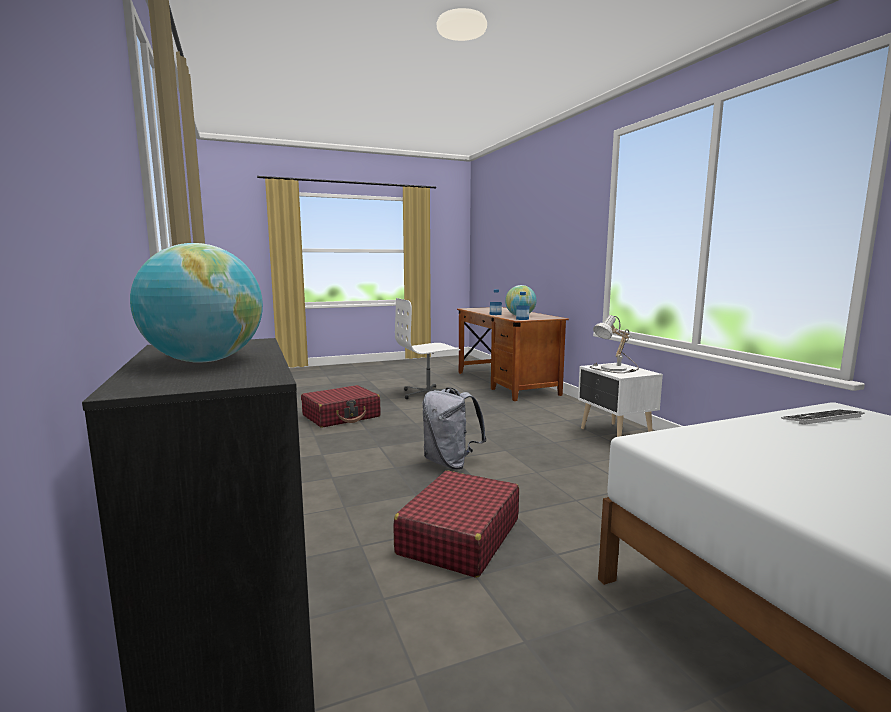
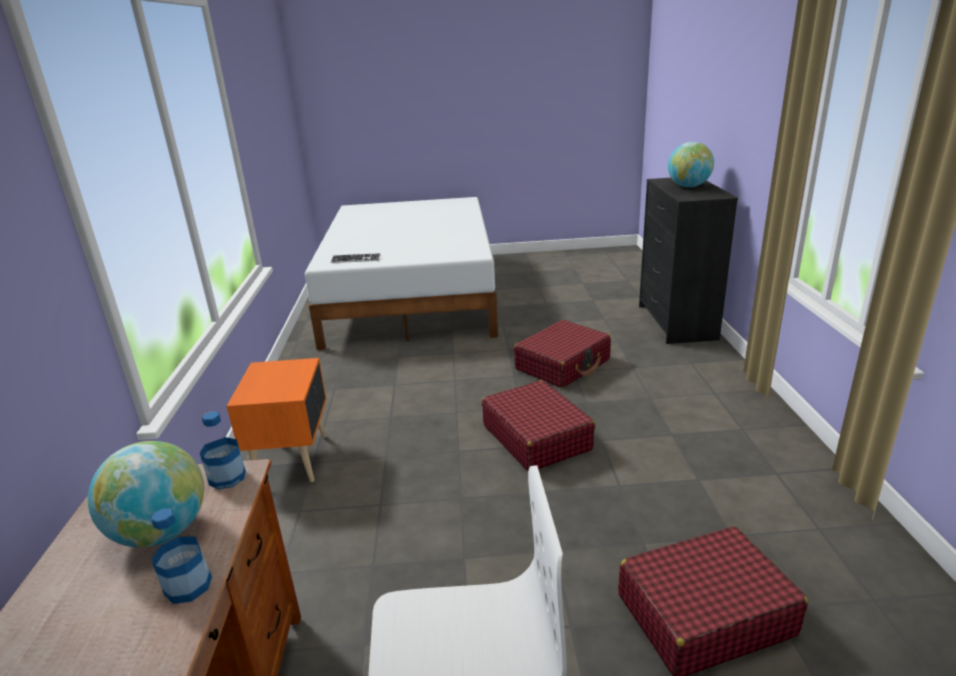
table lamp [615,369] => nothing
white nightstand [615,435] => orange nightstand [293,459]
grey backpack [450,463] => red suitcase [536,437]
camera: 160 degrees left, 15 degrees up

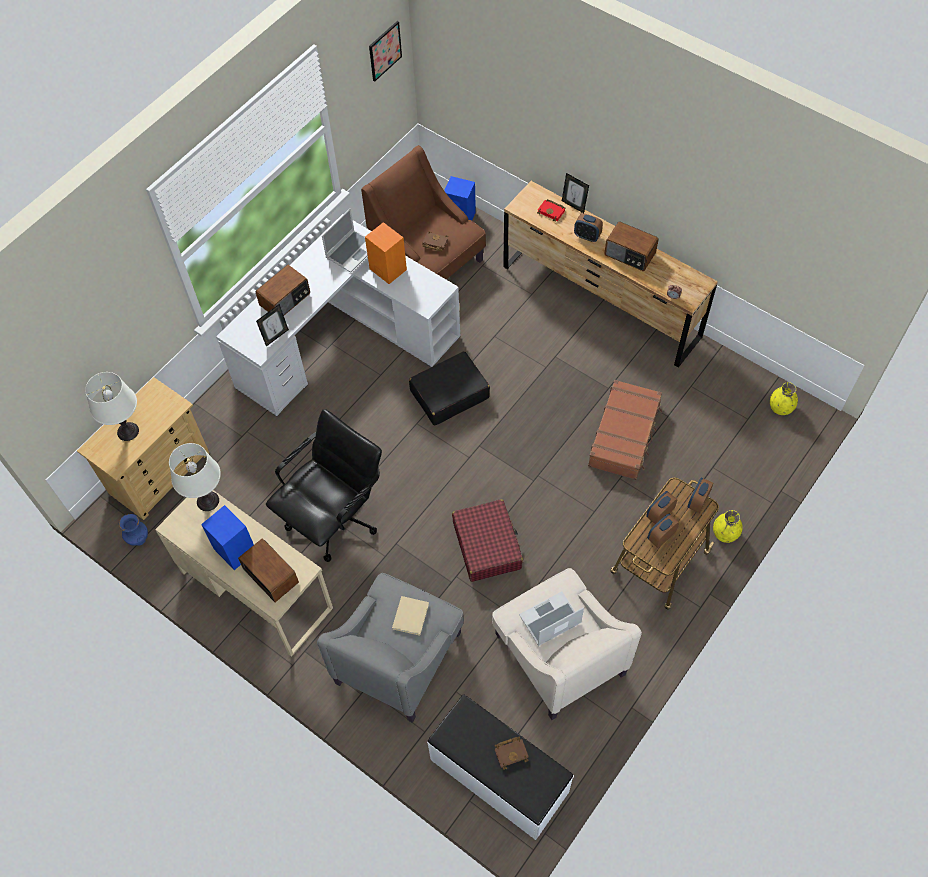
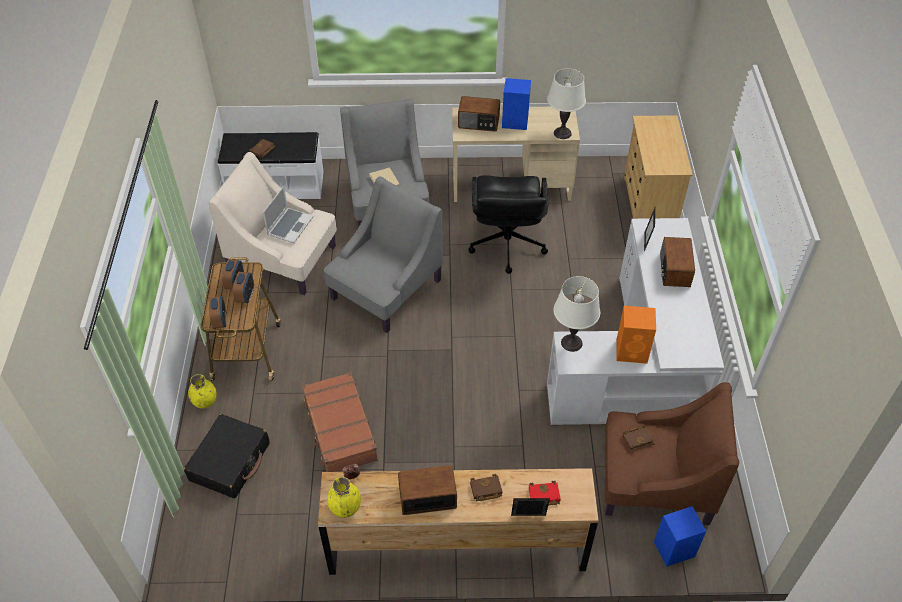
picture [385,51] => nothing
laptop [351,251] => nothing
alarm clock [587,236] => brown book [485,490]
black suitcase [449,394] => black suitcase [230,462], moved
white table lamp [128,431] => white table lamp [571,343], moved
yellow vase [780,408] => yellow vase [345,508], moved
red suitcase [487,545] => grey armchair [385,289]
blue vase [138,539] => nothing
camera: 140 degrees right, 10 degrees down

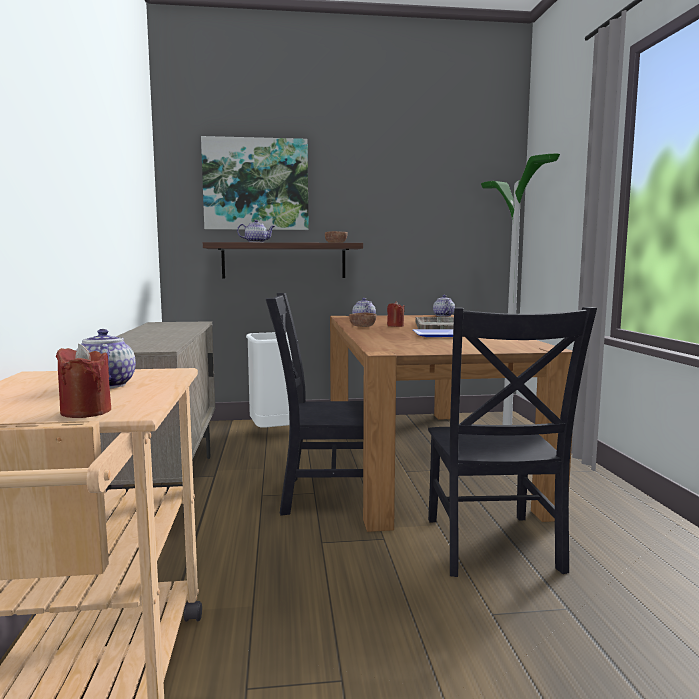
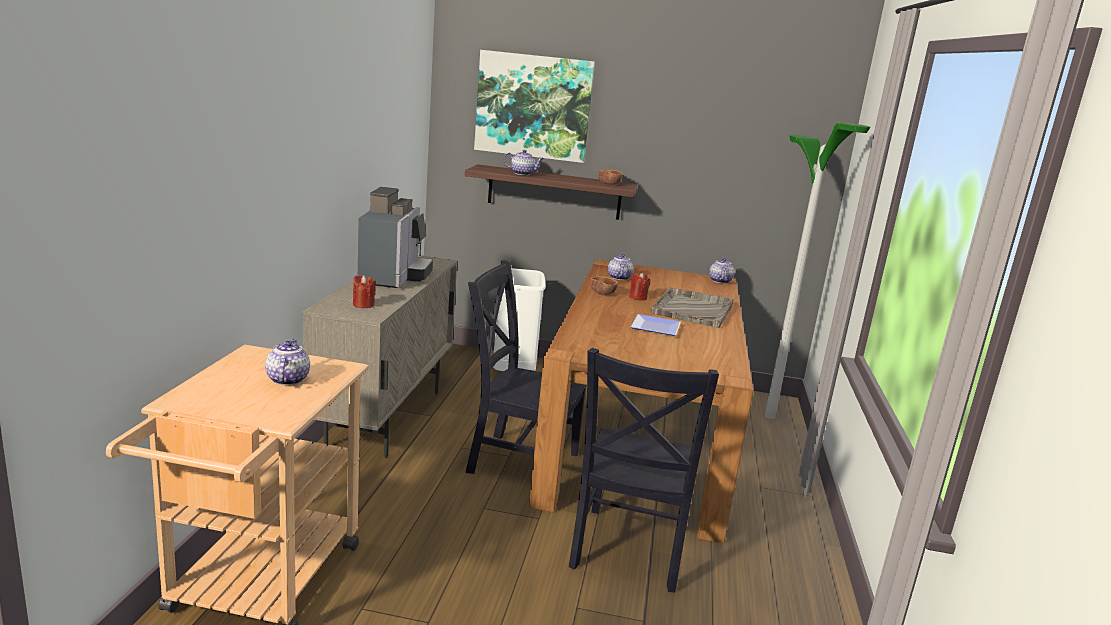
red candle [86,412] => red candle [363,305], moved
nothing => coffee machine [394,277]
camera: 15 degrees right, 10 degrees up

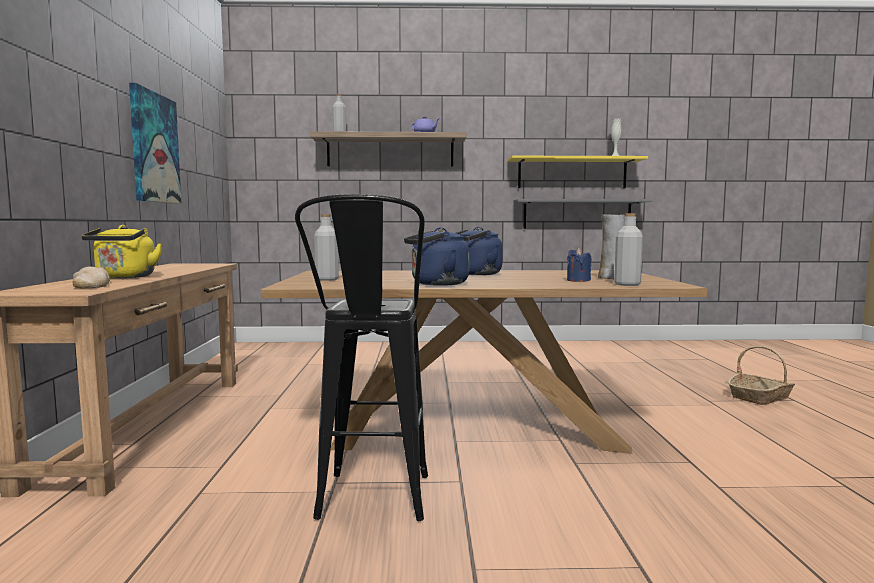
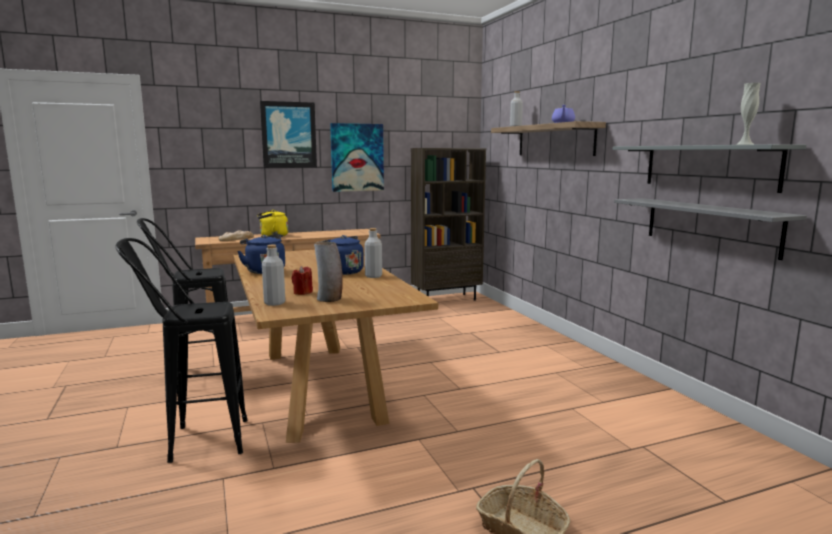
yellow shelf [572,173] => grey shelf [708,166]
grey bottle [327,279] => grey bottle [373,276], moved
blue candle [578,280] => red candle [303,292]
nothing => picture [288,135]
nothing => brown bookcase [446,299]
nothing => black stool [194,442]
camera: 70 degrees right, 5 degrees up

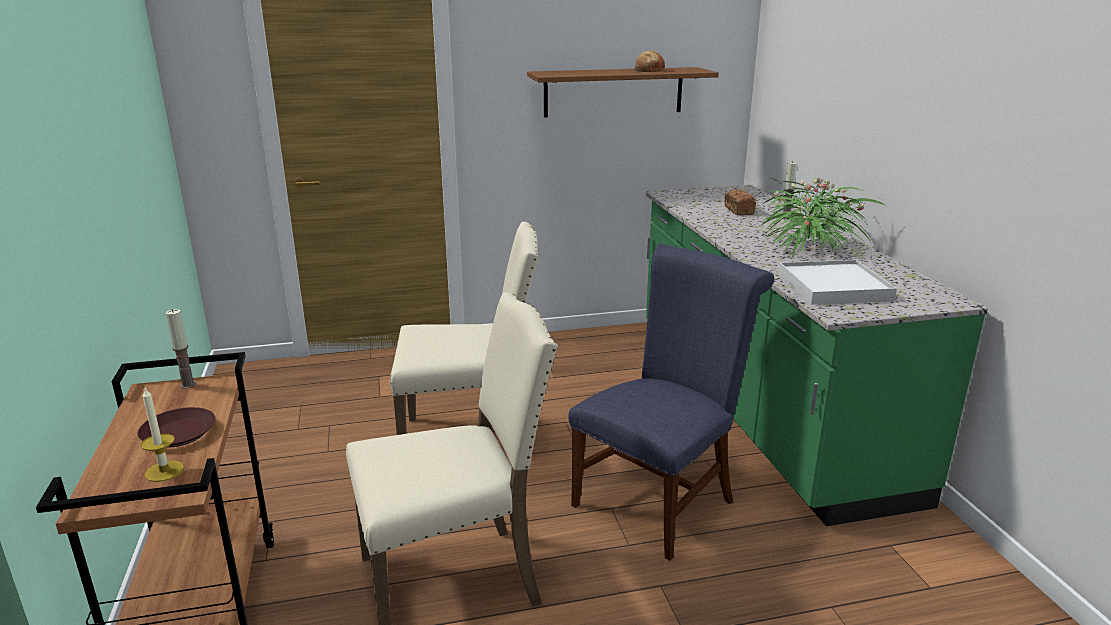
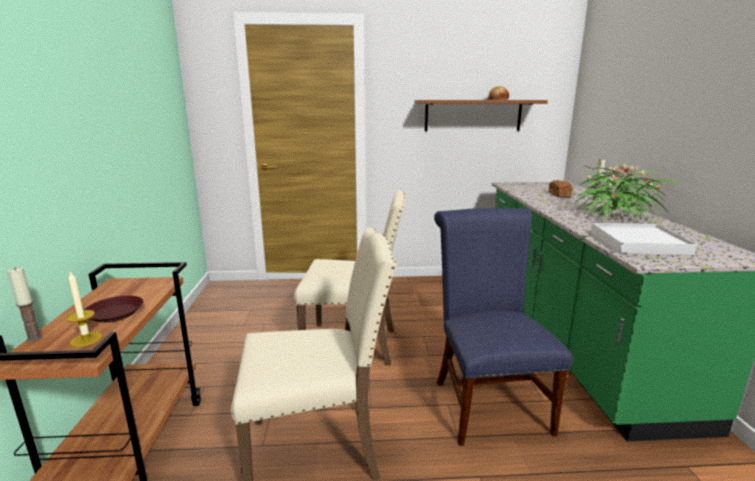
blue chair [660,499] => blue chair [487,402], 60 degrees counterclockwise
candle [188,385] => candle [34,338], moved
camera: 10 degrees right, 5 degrees down

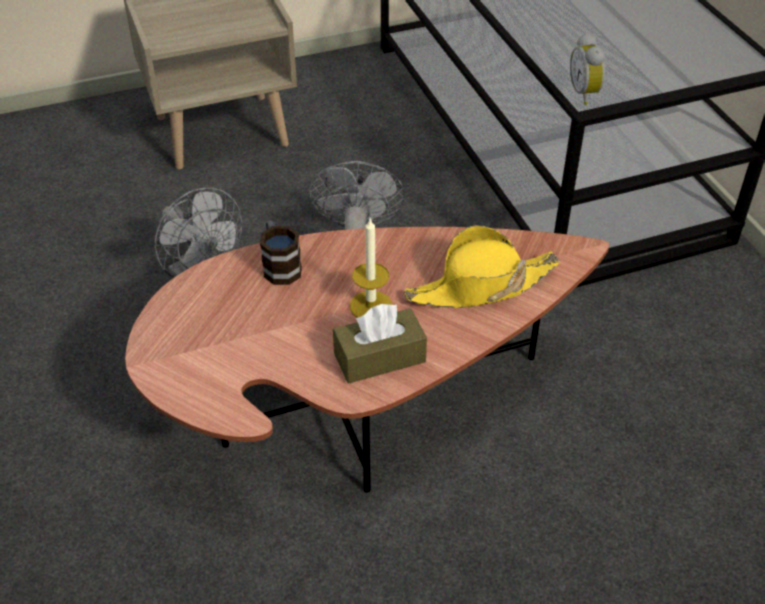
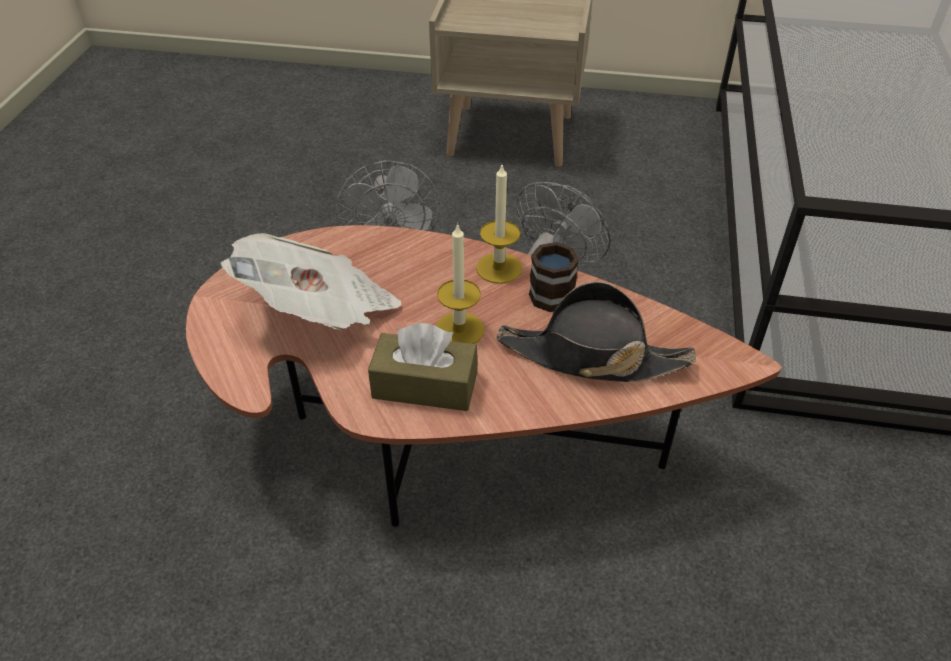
alarm clock [586,94] => nothing
mug [279,266] => mug [552,289], moved
yellow hat [481,286] => black hat [592,356]
nothing => candle [499,268]
nothing => newspaper [321,312]
camera: 30 degrees right, 0 degrees up

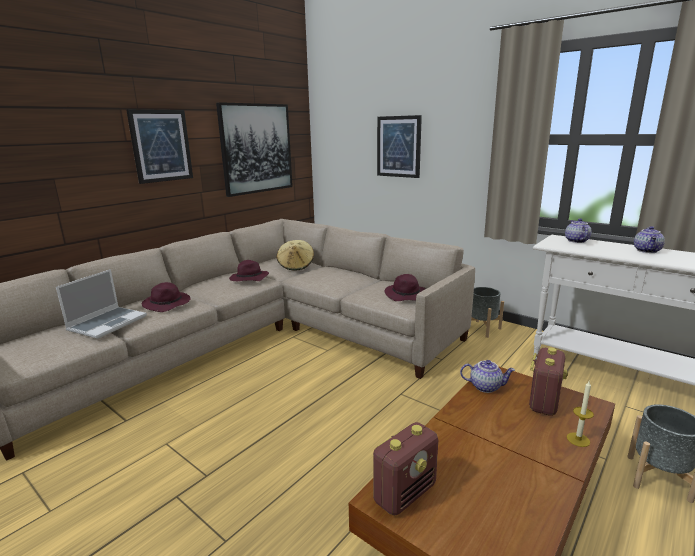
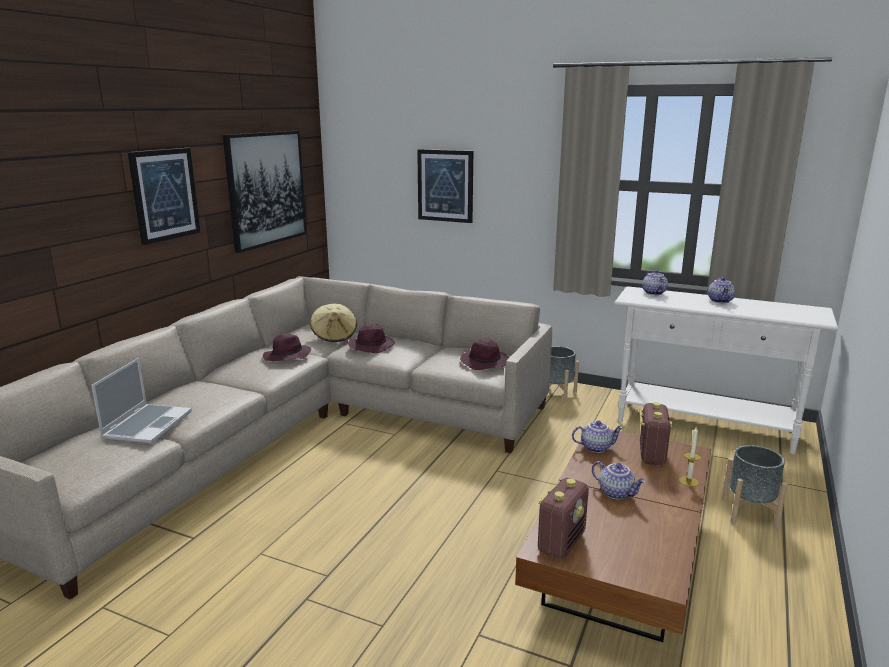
purple hat [167,304] => purple hat [372,346], moved
nothing => teapot [616,493]
camera: 15 degrees left, 0 degrees up

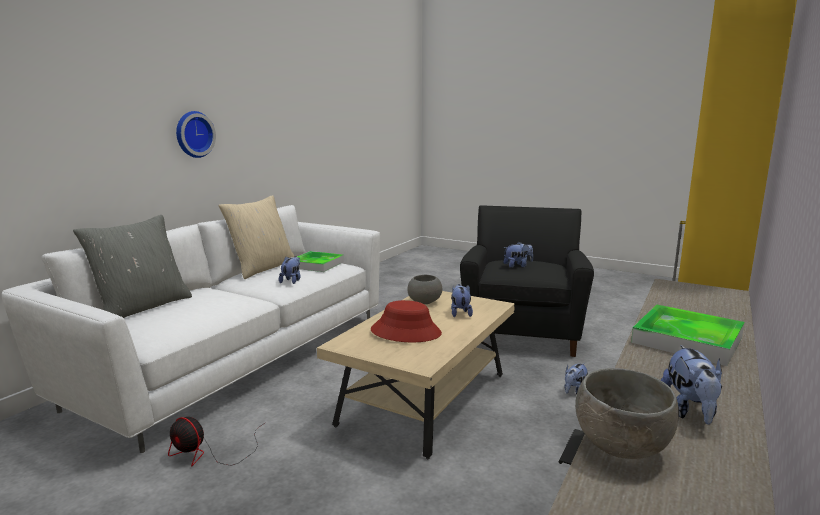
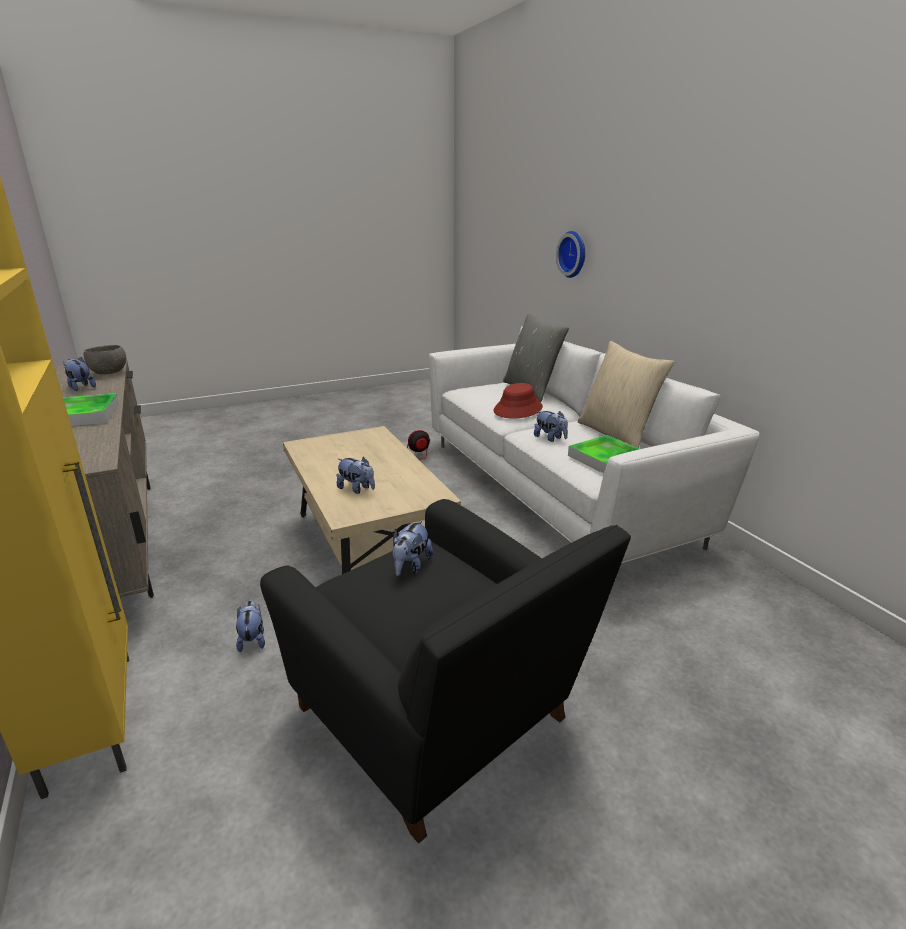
wall clock [193,134] => wall clock [574,254], moved
grey bowl [424,302] => nothing
red hat [406,332] => red hat [518,409], moved
camera: 125 degrees right, 10 degrees up

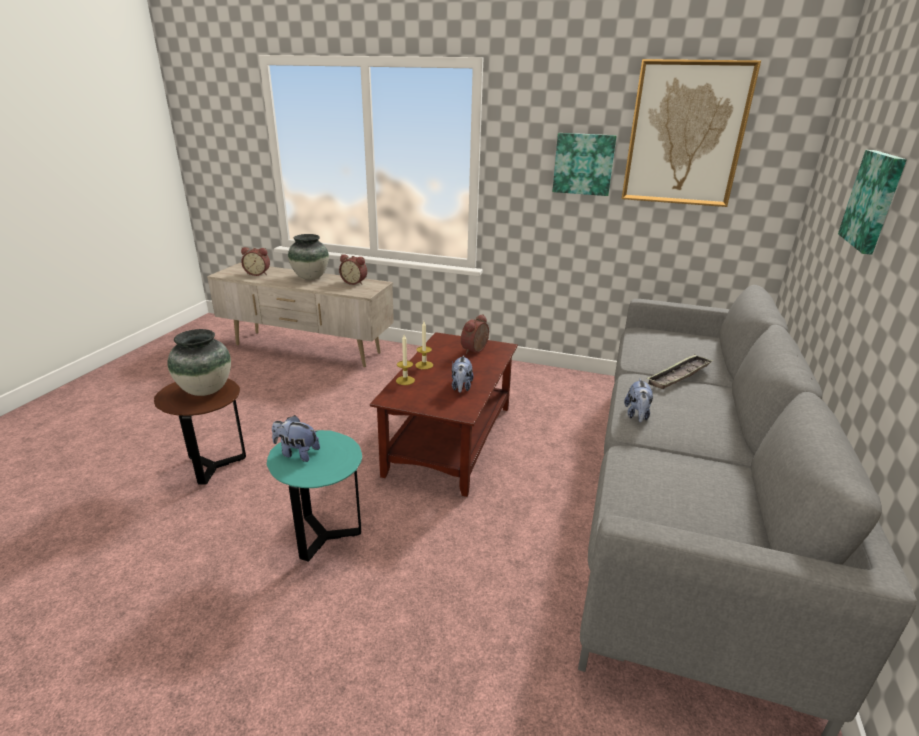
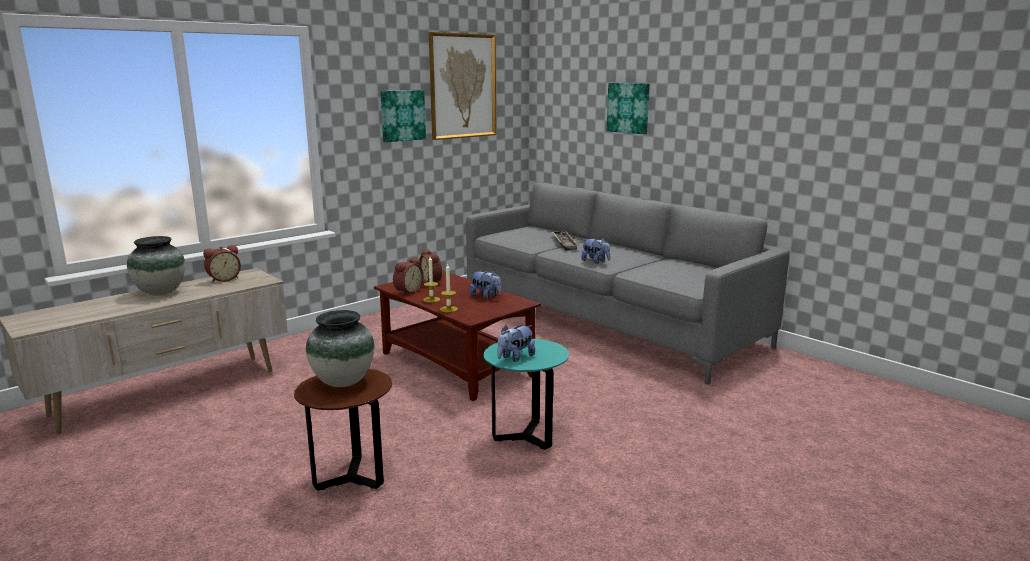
alarm clock [258,273] => alarm clock [407,291], moved
camera: 60 degrees left, 10 degrees down

